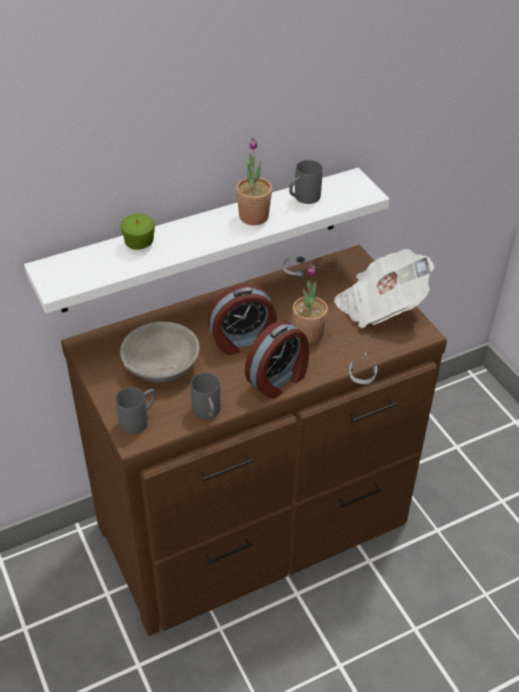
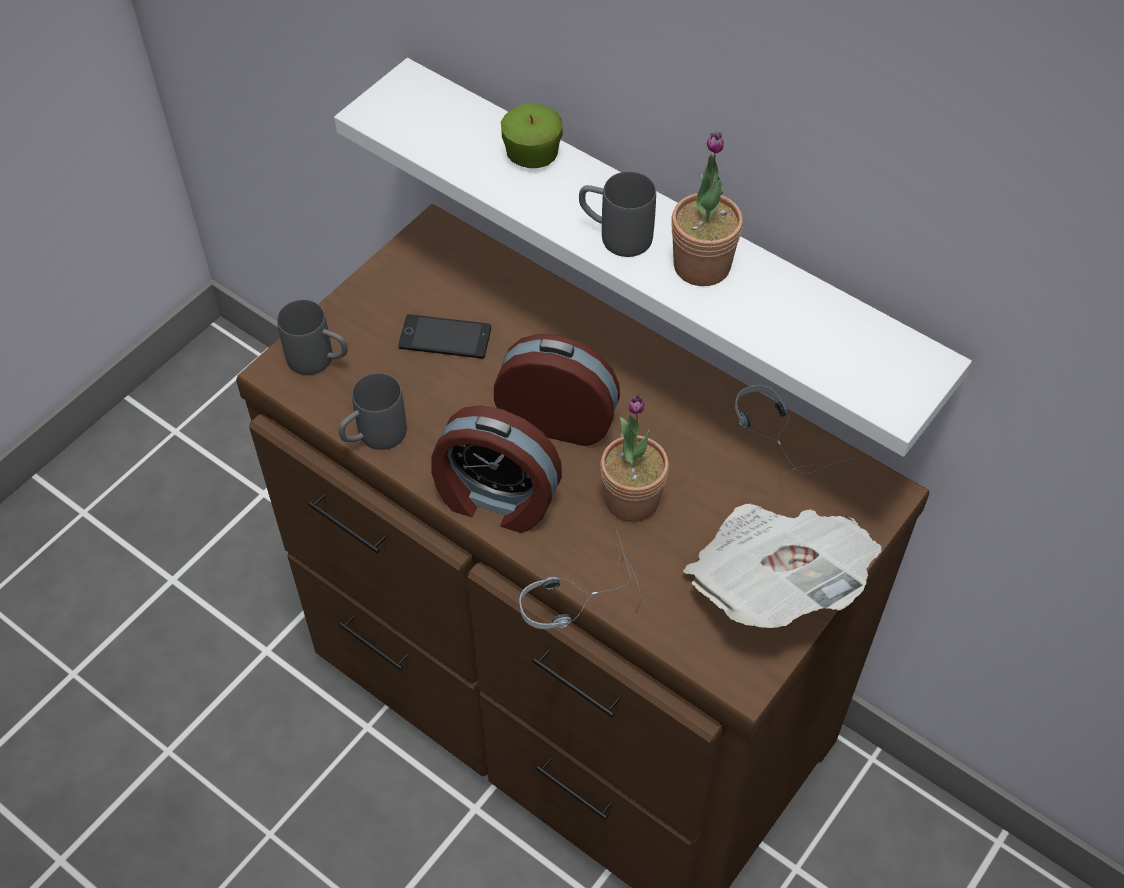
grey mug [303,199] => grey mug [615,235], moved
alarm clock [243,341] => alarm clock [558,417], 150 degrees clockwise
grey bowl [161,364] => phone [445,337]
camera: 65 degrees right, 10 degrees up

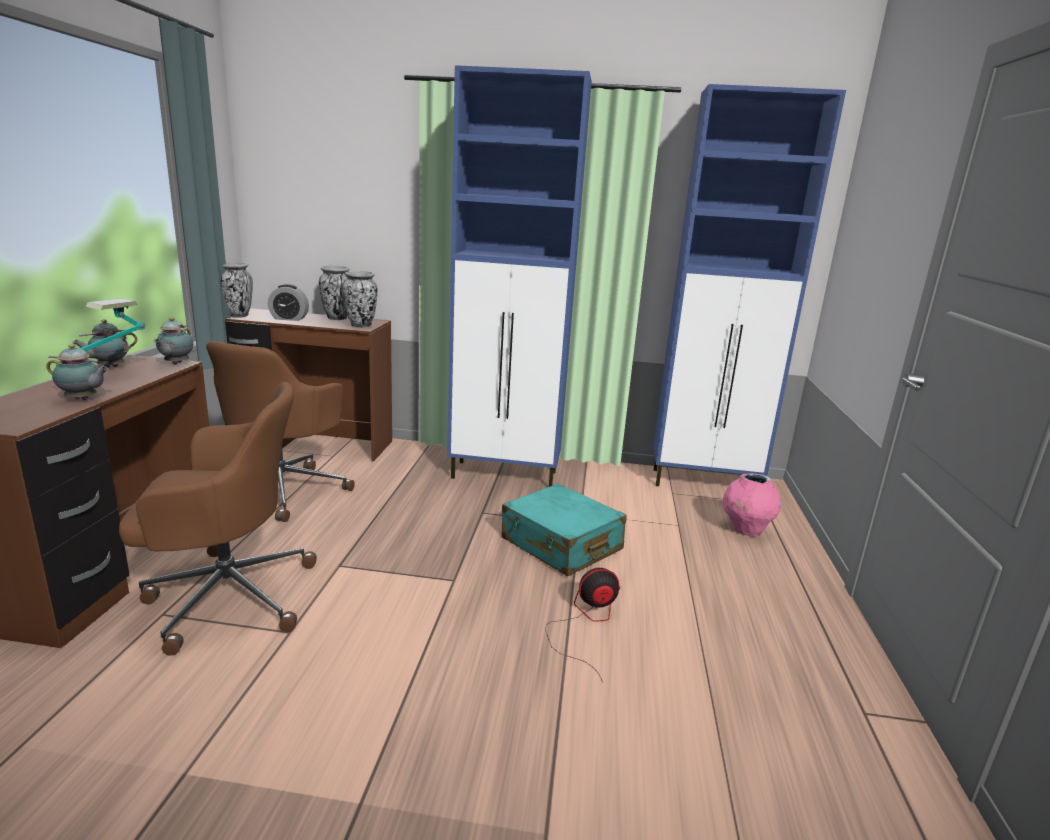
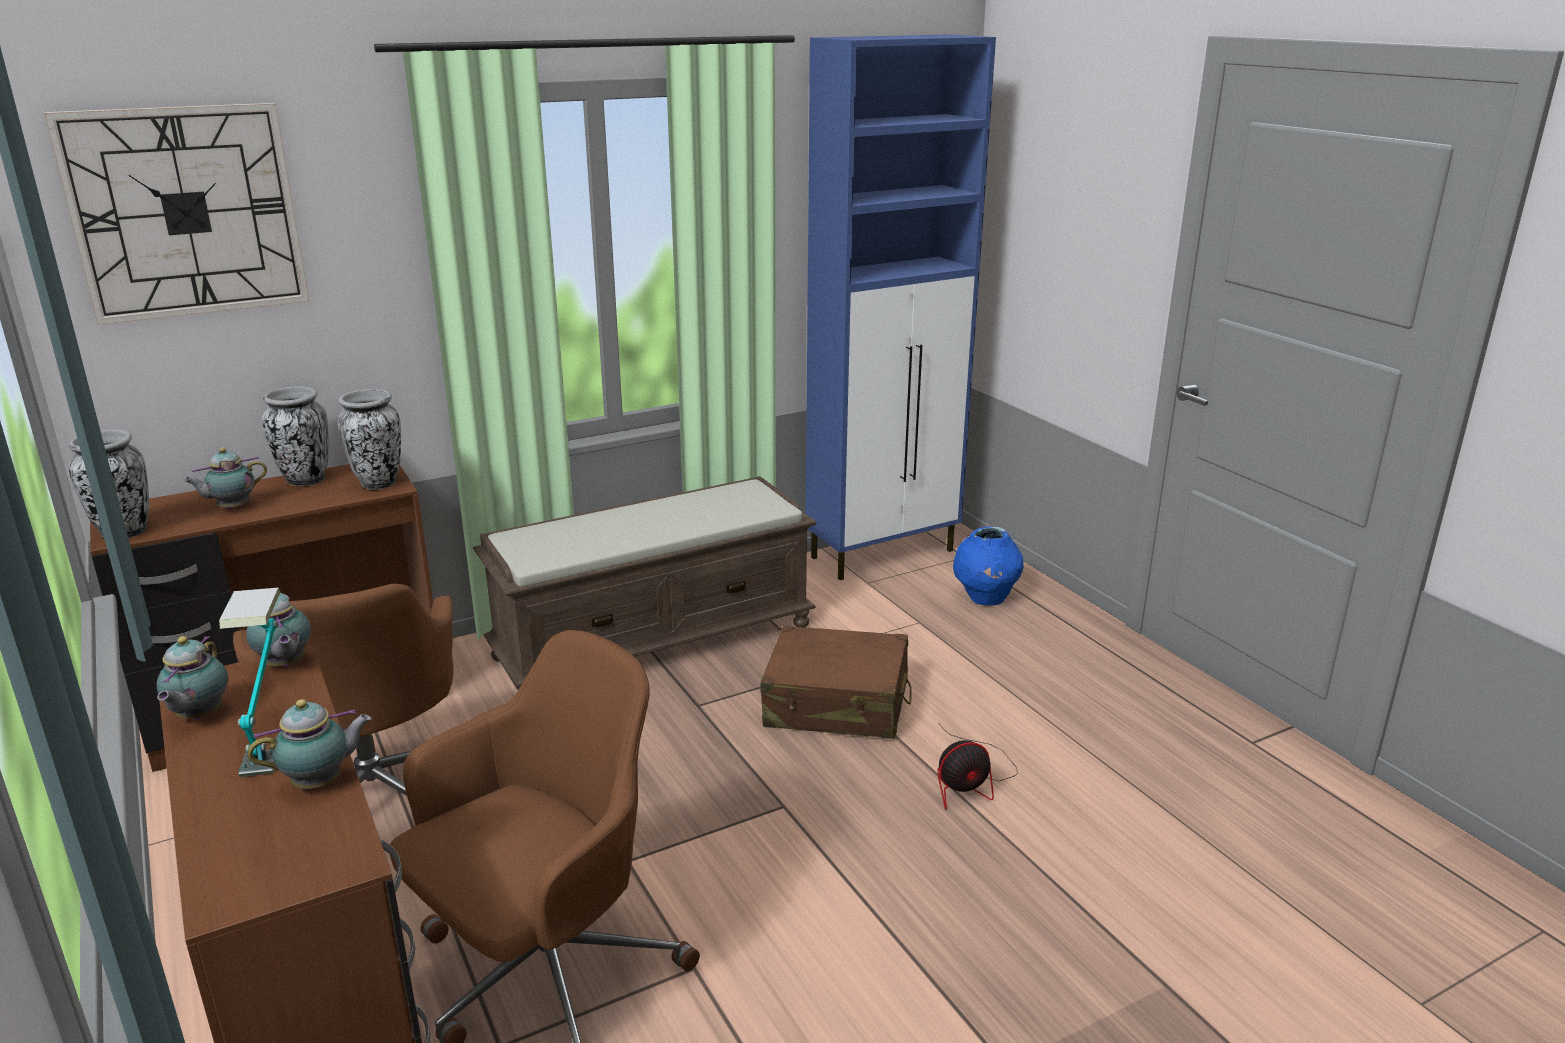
blue cabinet [505,475] => brown bench [655,639]
alarm clock [289,318] => teapot [232,508]
pink vase [745,530] => blue vase [985,599]
turquoise suitcase [561,545] => brown suitcase [837,704]
fan [586,623] => fan [970,781], 150 degrees counterclockwise
nothing => wall clock [186,212]
camera: 35 degrees left, 5 degrees up

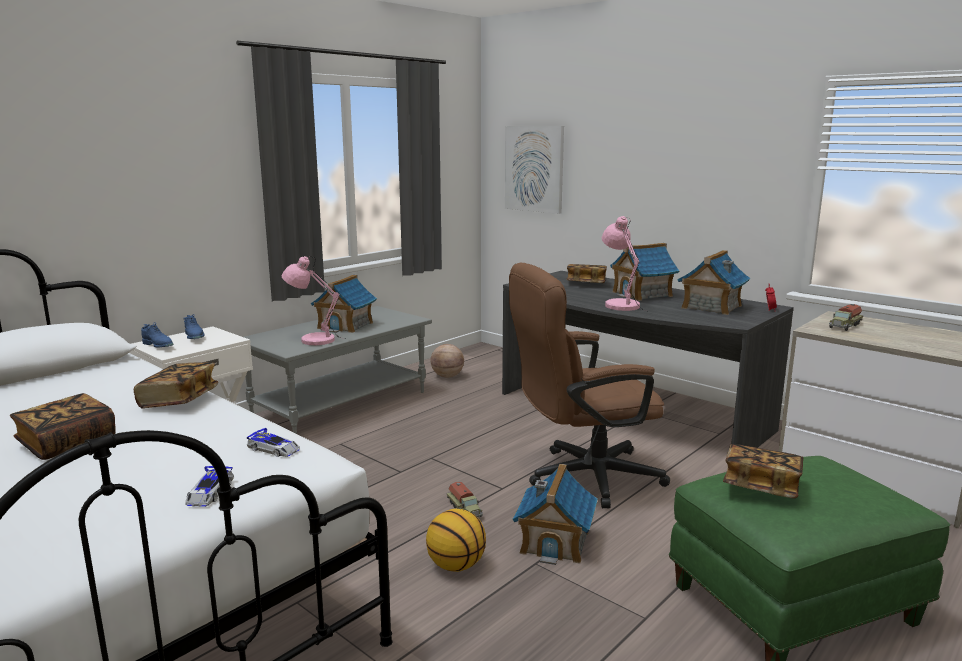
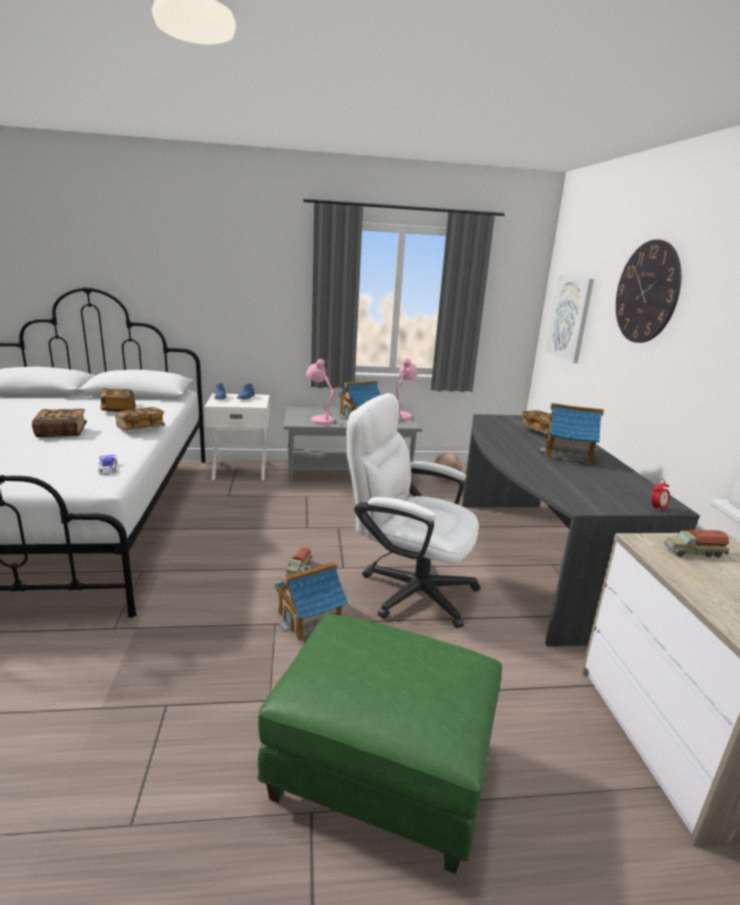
pink table lamp [620,305] => pink table lamp [401,416], moved
toy house [711,307] => nothing
brown office chair [582,477] => white office chair [407,588]
book [761,486] => book [118,409], moved
toy car [209,493] => nothing
basketball [456,565] => nothing
nothing => wall clock [647,292]
camera: 40 degrees right, 5 degrees up

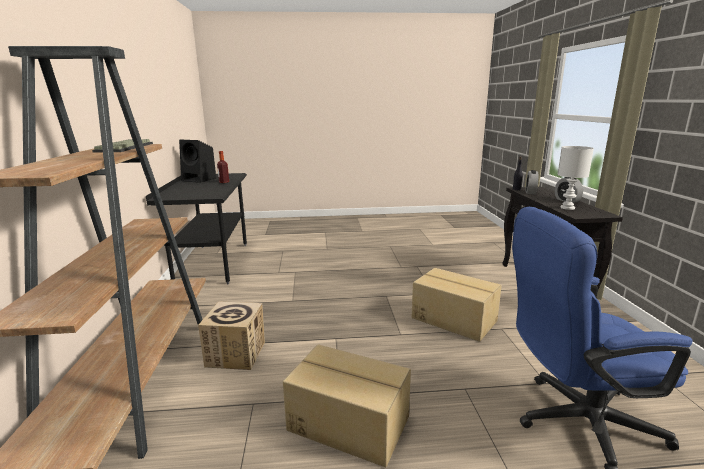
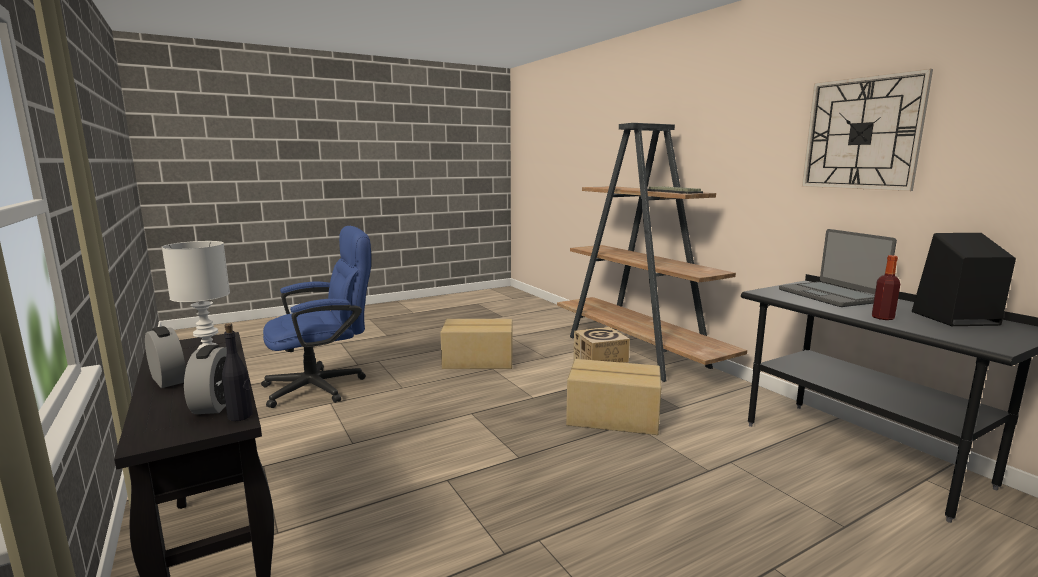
cardboard box [454,319] => cardboard box [613,418], moved
nothing => wall clock [861,133]
nothing => laptop [830,295]
camera: 155 degrees right, 5 degrees down

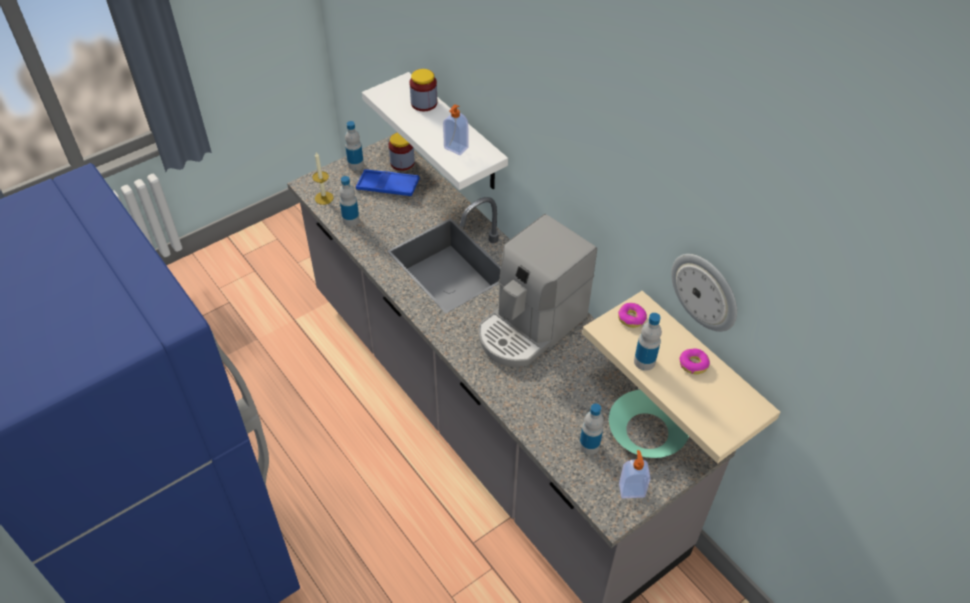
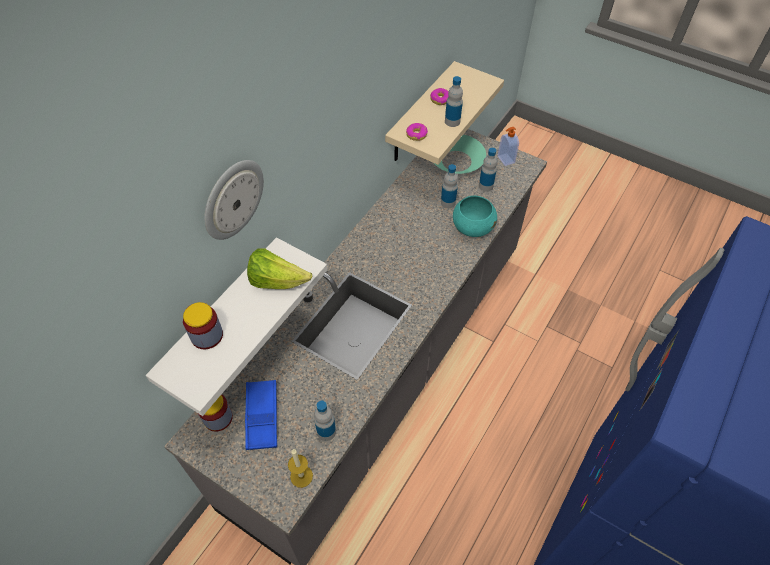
soap dispenser [455,148] => lettuce [277,281]
bottle [355,165] => bottle [448,202], moved
coffee machine [530,327] => nothing
wall clock [705,291] => wall clock [232,199], moved
nothing => turquoise bowl [472,227]
camera: 110 degrees left, 5 degrees up

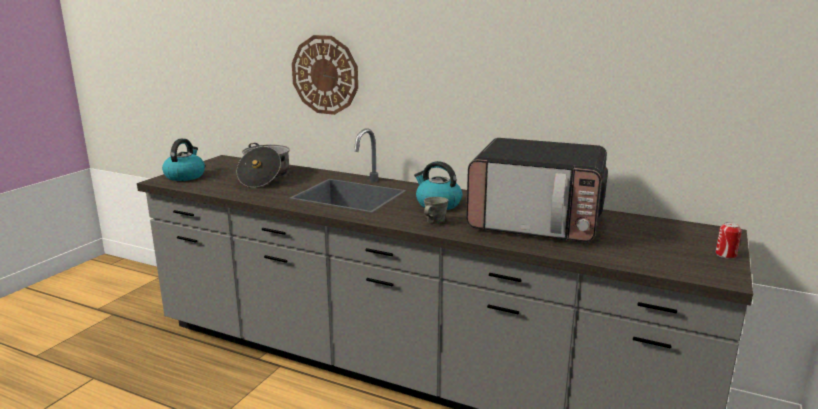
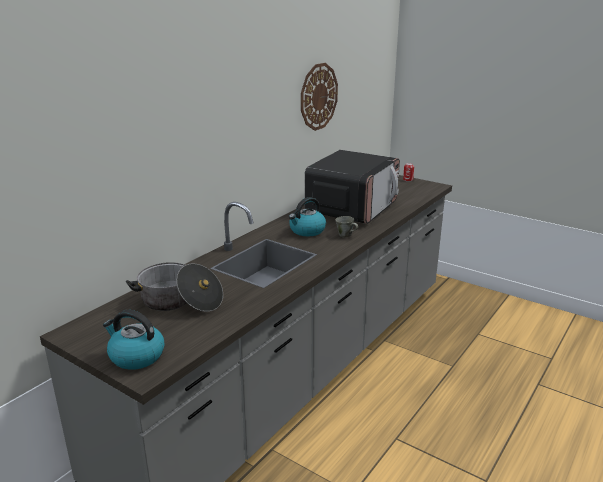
wall clock [325,75] => wall clock [318,96], moved
camera: 80 degrees left, 5 degrees up

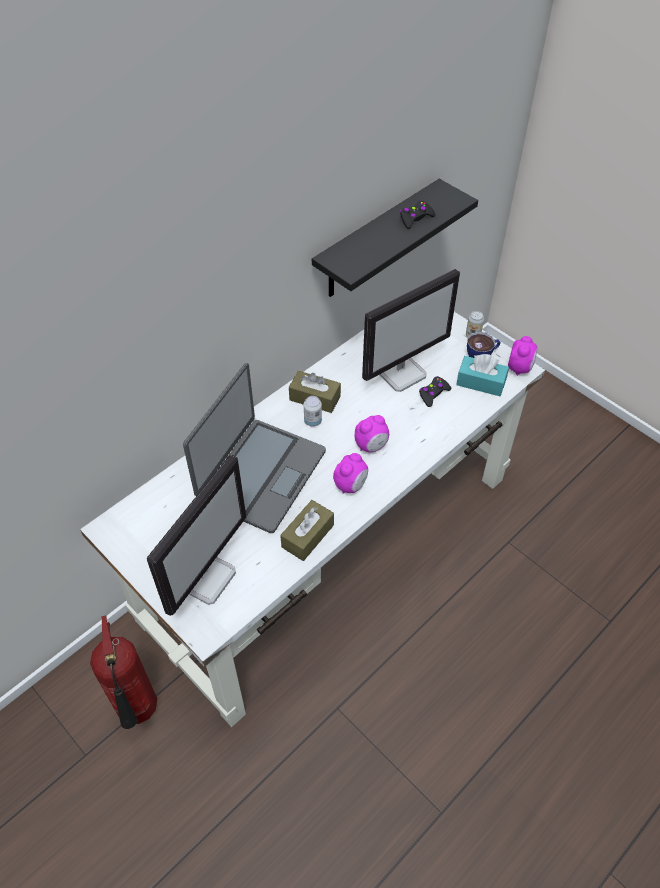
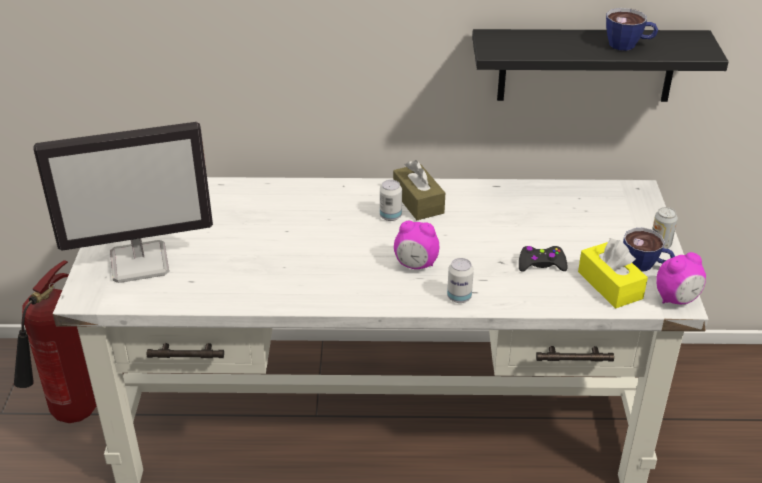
black game controller [415,218] => cup [628,45]
monitor [401,372] => nothing
turquoise tissue box [481,382] => yellow tissue box [610,285]
laptop [260,475] => nothing
alarm clock [351,485] => nothing
brown tissue box [307,536] => nothing
nothing => can [459,297]
camera: 45 degrees right, 15 degrees down

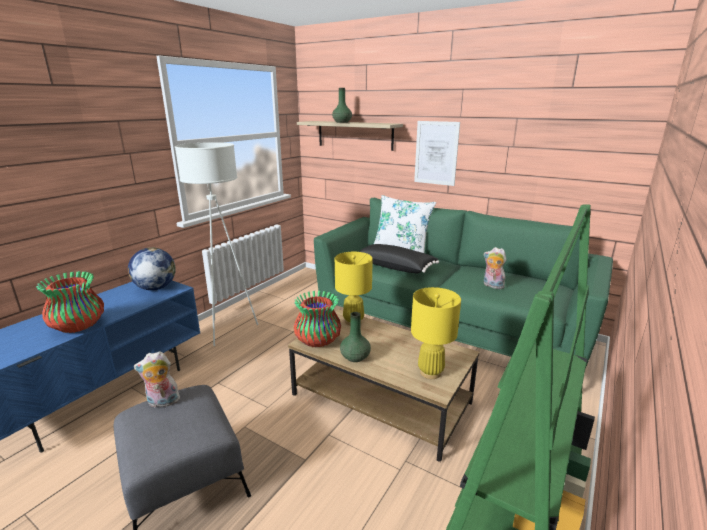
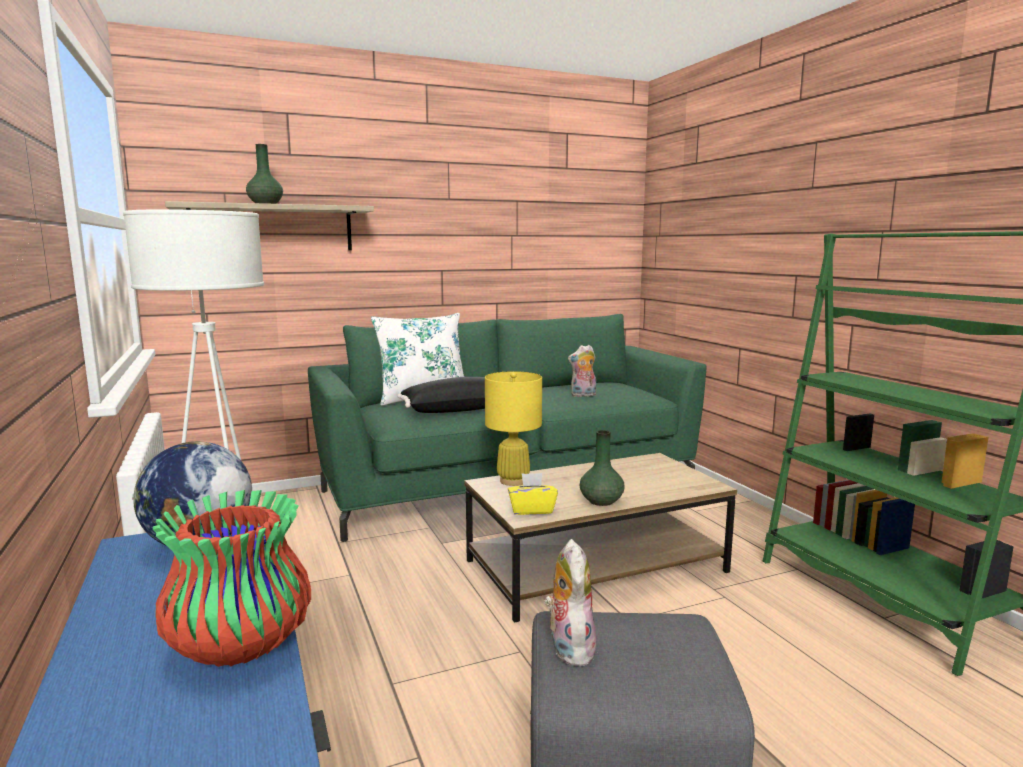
picture [436,153] => nothing
yellow table lamp [430,372] => nothing
vase [317,341] => yellow tissue box [532,510]
plush toy [162,402] => plush toy [568,648], 150 degrees clockwise
camera: 55 degrees left, 10 degrees down

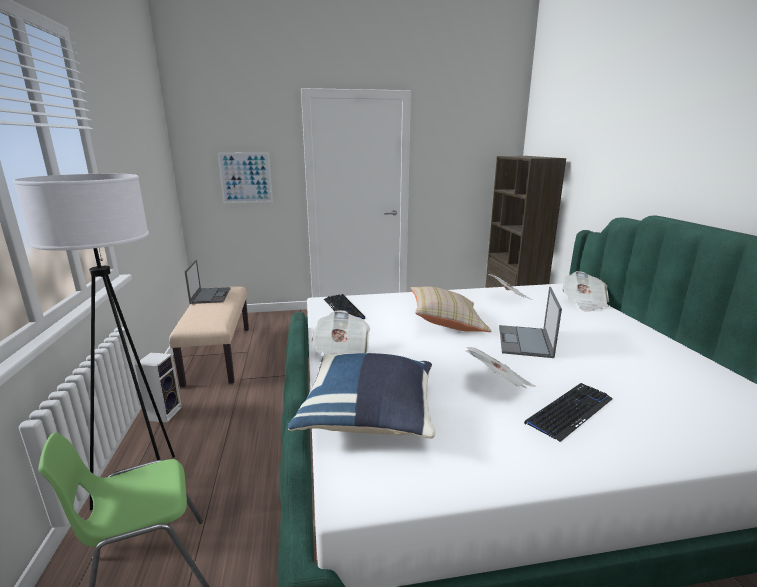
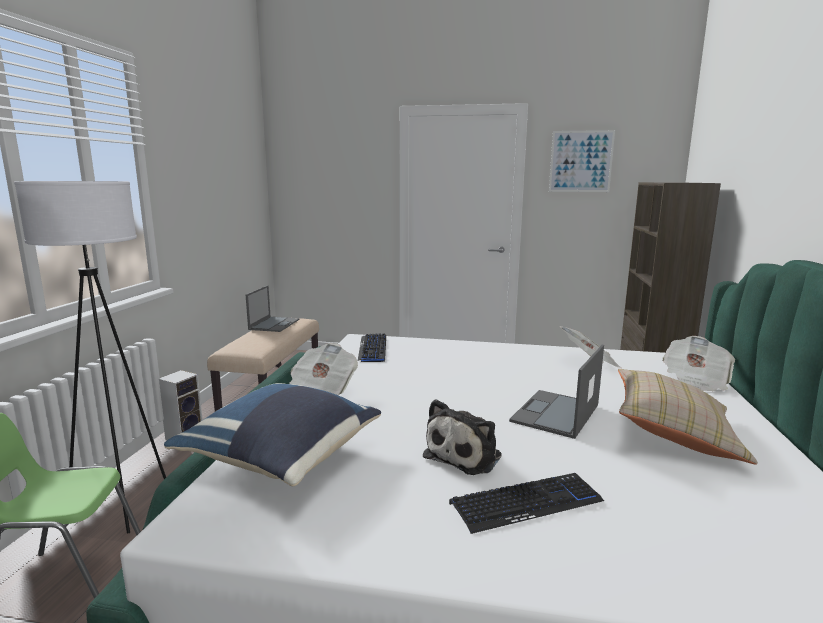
picture [246,177] => picture [581,161], moved
beige pillow [446,322] => beige pillow [673,433], moved
newspaper [498,384] => plush toy [466,455]
camera: 20 degrees right, 5 degrees down

